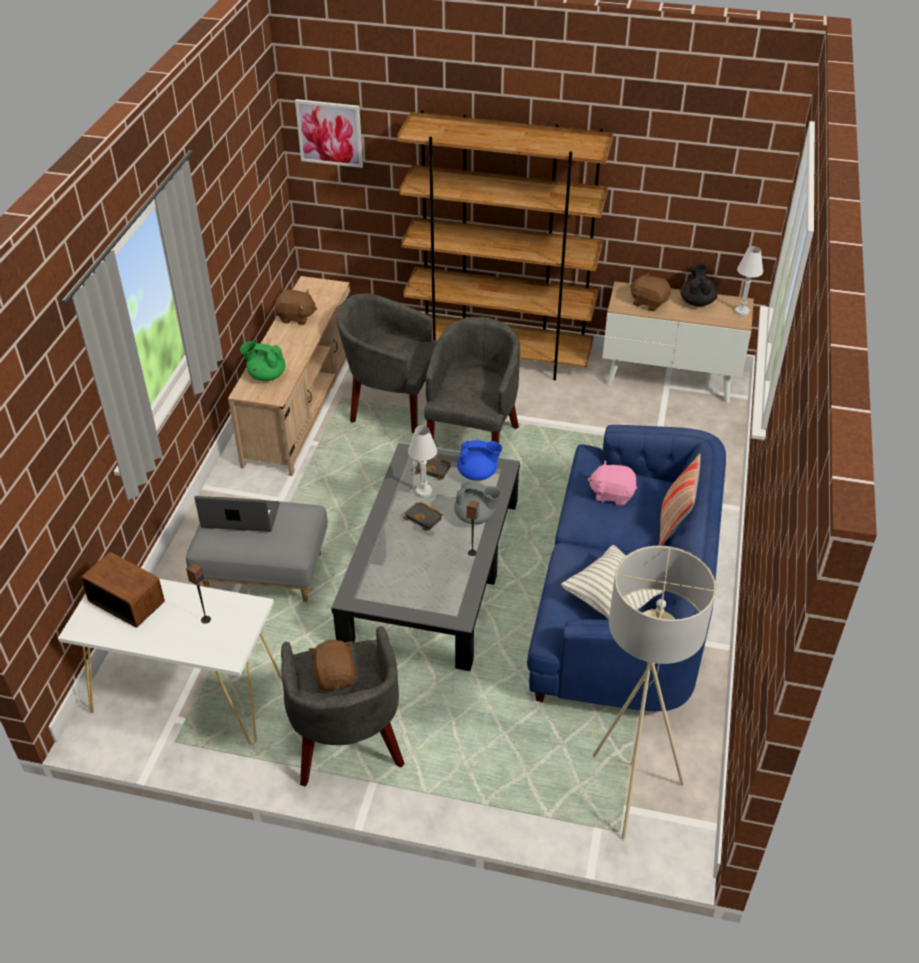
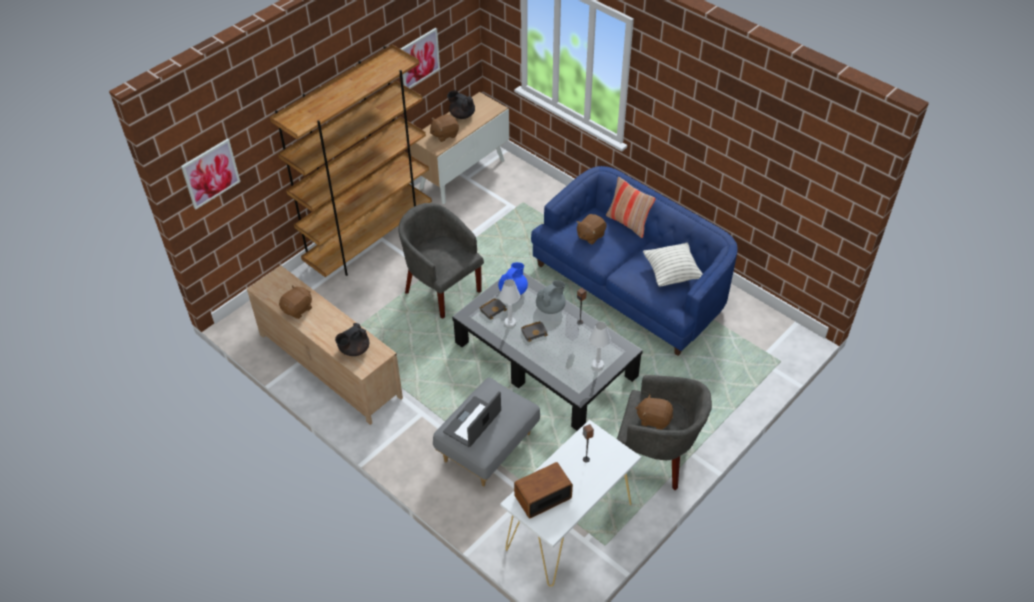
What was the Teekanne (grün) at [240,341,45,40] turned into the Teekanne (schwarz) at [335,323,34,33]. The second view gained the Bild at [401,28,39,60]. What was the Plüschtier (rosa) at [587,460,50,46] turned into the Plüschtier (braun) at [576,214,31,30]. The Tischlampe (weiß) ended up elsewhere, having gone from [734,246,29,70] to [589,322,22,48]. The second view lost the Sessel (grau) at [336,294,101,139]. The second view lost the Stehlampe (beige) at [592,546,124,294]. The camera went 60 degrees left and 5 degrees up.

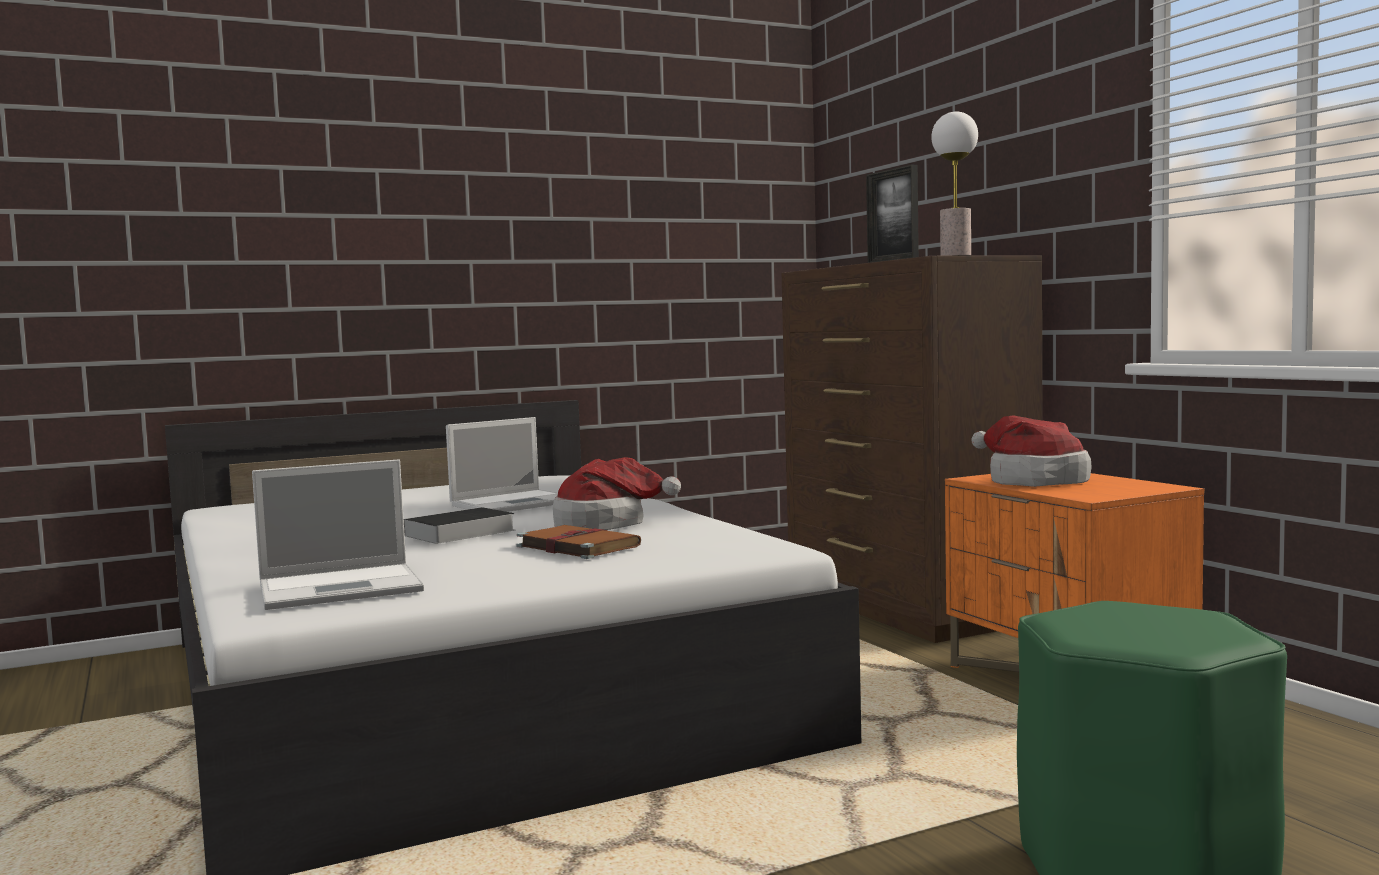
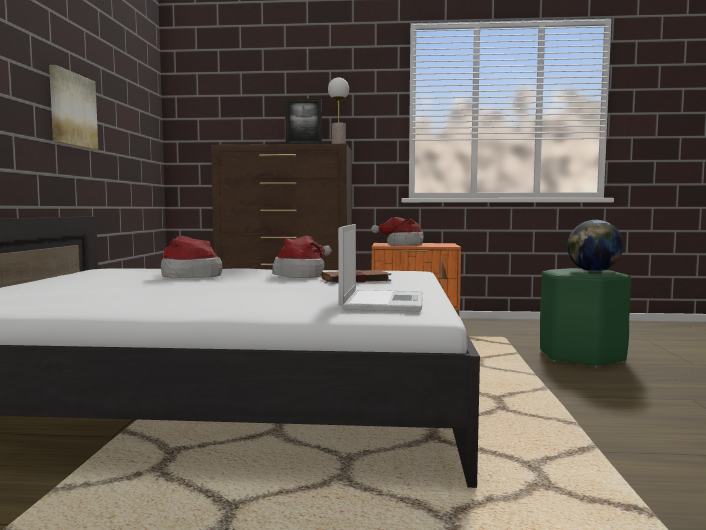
The second view gained the Bild at [49,65,49,85]. Where the Laptop stood at [446,417,112,95], the Hut came to stand at [161,236,61,42]. The second view gained the Globus at [567,220,56,52]. The second view lost the Buch at [404,507,111,37]. The camera went 60 degrees left and 0 degrees up.

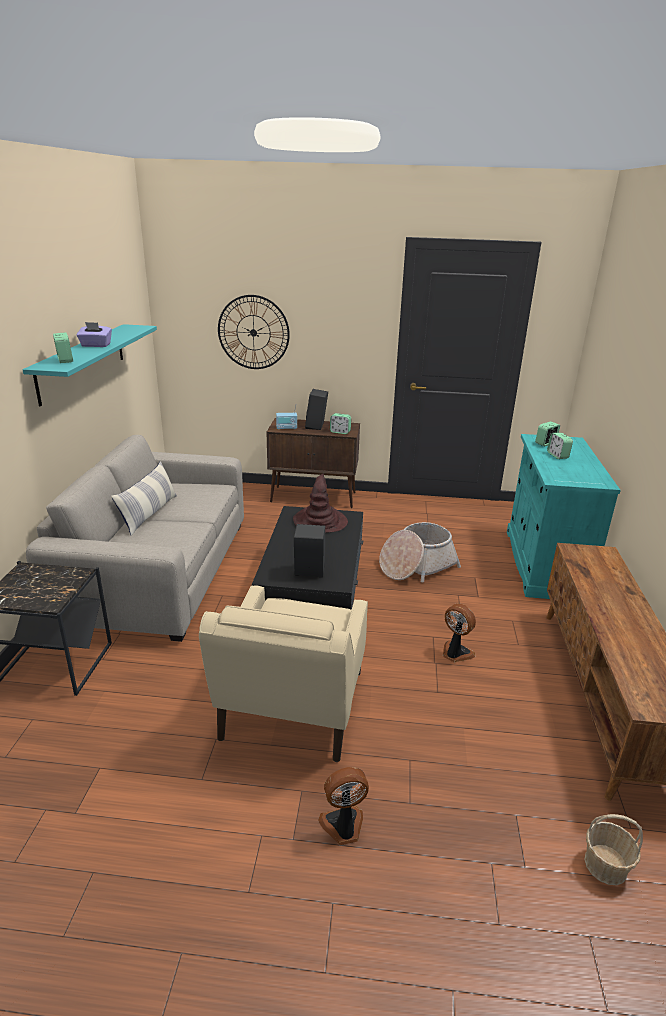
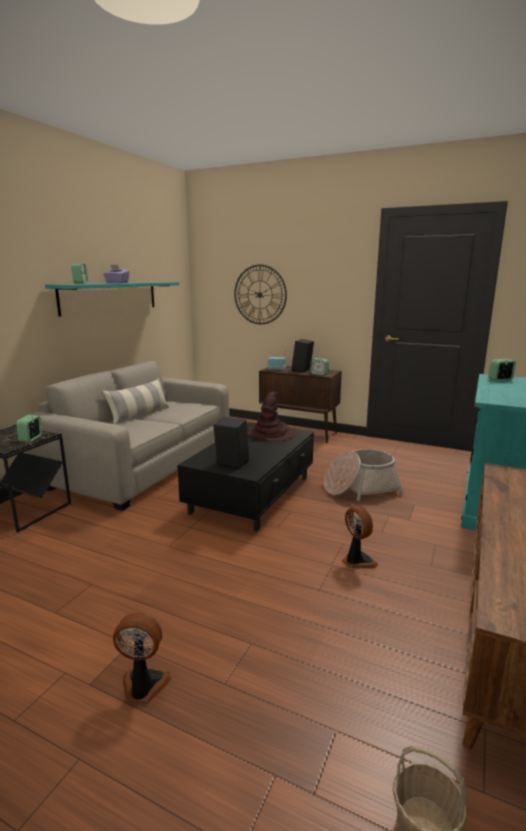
The Wecker ended up elsewhere, having gone from [547,433,26,26] to [16,415,26,27]. The second view lost the Sessel (beige) at [199,586,169,176]. The camera went 20 degrees right and 10 degrees down.

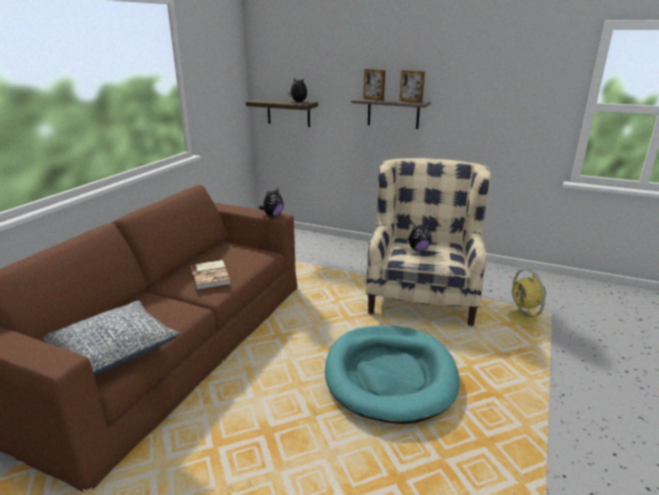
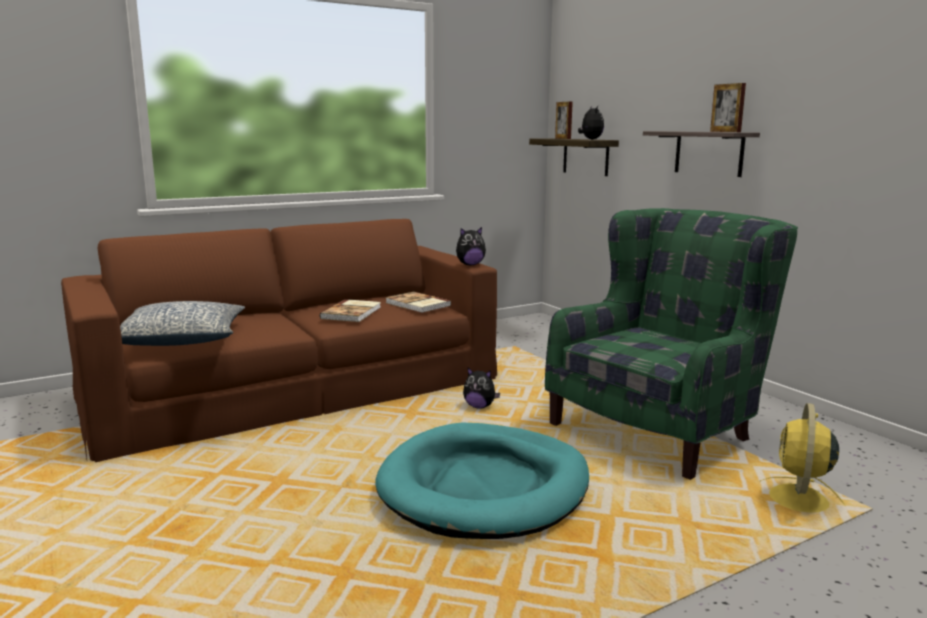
The second view gained the Buch at [385,291,66,22]. The Plüschtier ended up elsewhere, having gone from [408,223,24,28] to [463,368,37,41]. What was the Sessel (beige) at [366,158,124,168] turned into the Sessel (grün) at [545,208,253,272]. The Bilderrahmen ended up elsewhere, having gone from [363,69,22,32] to [555,101,18,38]. The camera went 35 degrees right and 10 degrees down.

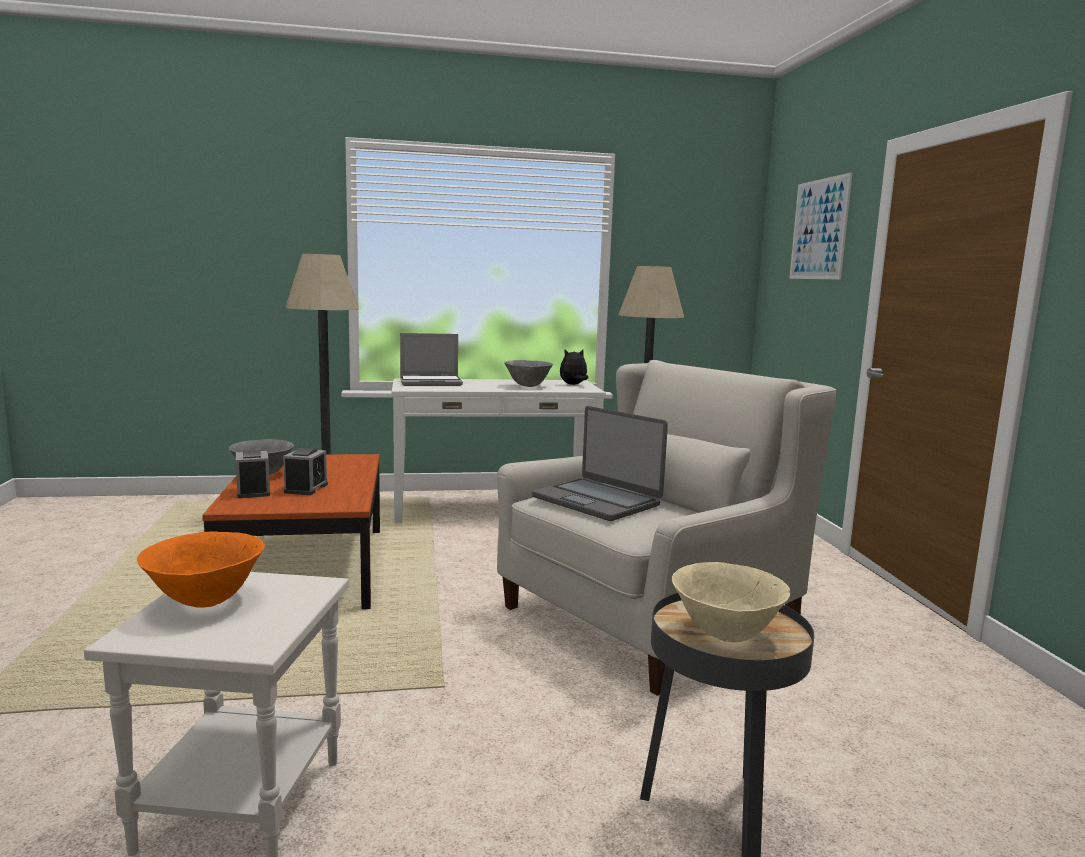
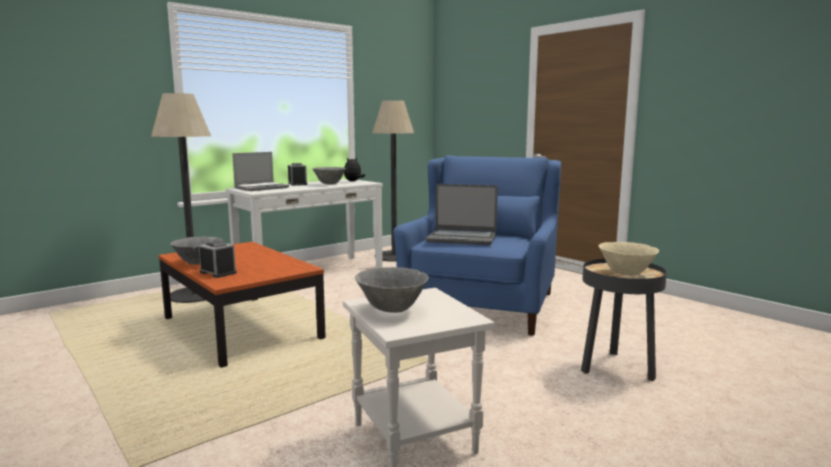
The Wecker ended up elsewhere, having gone from [283,448,45,47] to [288,163,19,23]. What was the Schüssel (orange) at [137,532,128,76] turned into the Schüssel (grau) at [355,267,74,46]. What was the Sessel (weiß) at [497,360,339,336] turned into the Sessel (blau) at [393,155,168,181]. The second view lost the Bild at [789,173,63,107]. The camera went 30 degrees left and 0 degrees up.

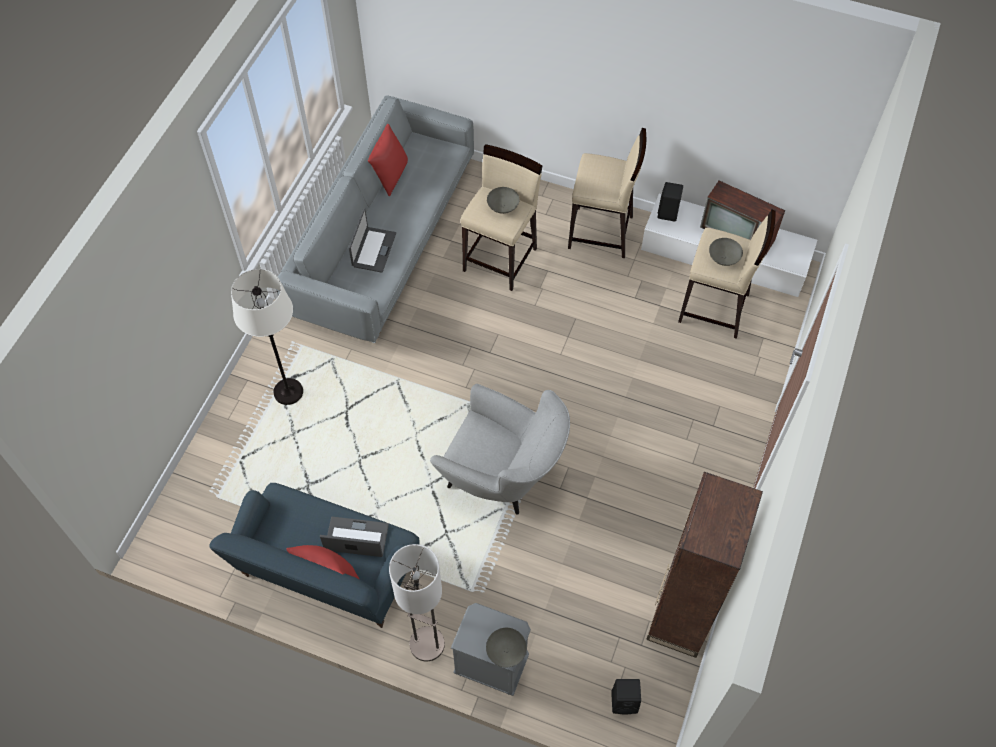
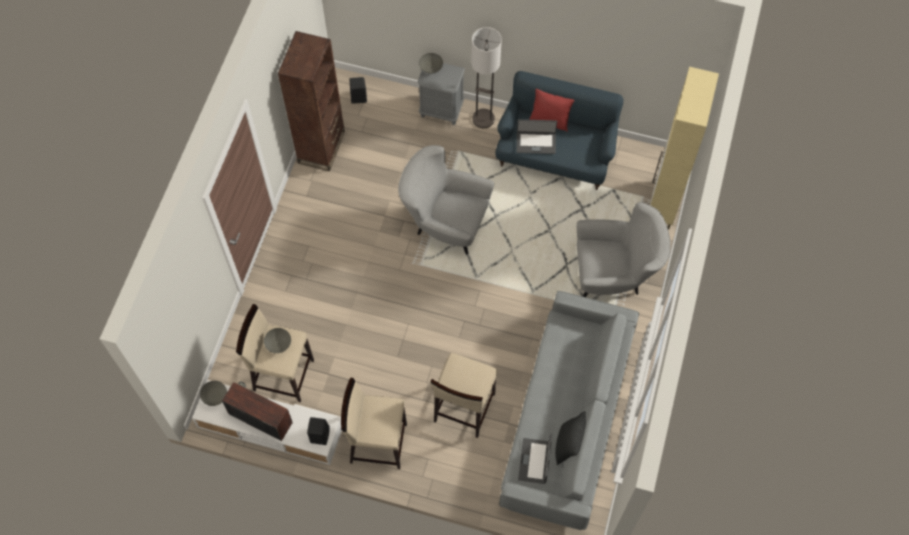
The Schüssel (grau) ended up elsewhere, having gone from [487,187,32,27] to [200,381,27,25]. The Laptop ended up elsewhere, having gone from [349,208,47,65] to [518,434,34,50]. What was the Kissen (rot) at [368,124,40,73] turned into the Kissen (schwarz) at [555,411,31,54]. Where the Stehlampe (weiß) stood at [231,269,72,136], the Sessel (grau) came to stand at [577,202,94,95]. The second view gained the Schrank (beige) at [650,67,69,162]. The camera went 175 degrees right and 5 degrees up.

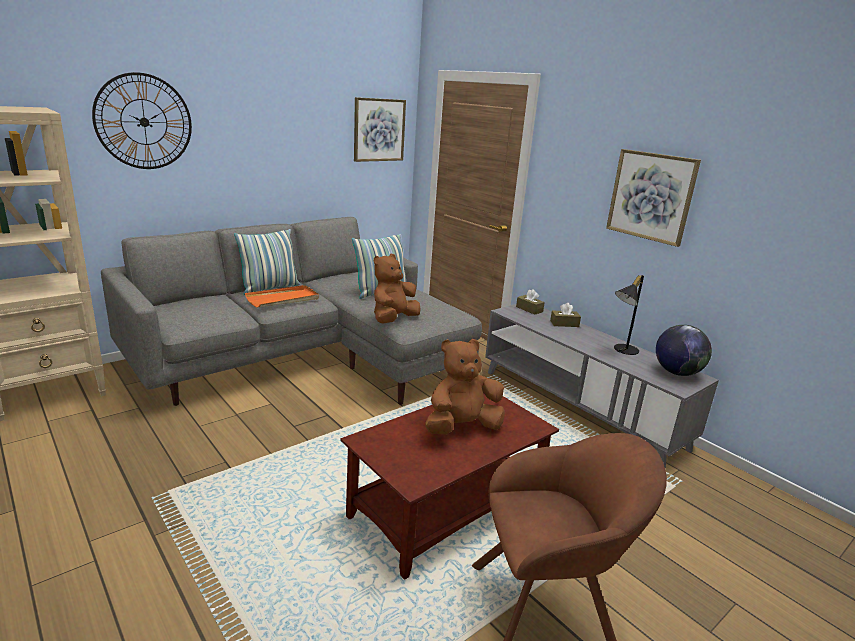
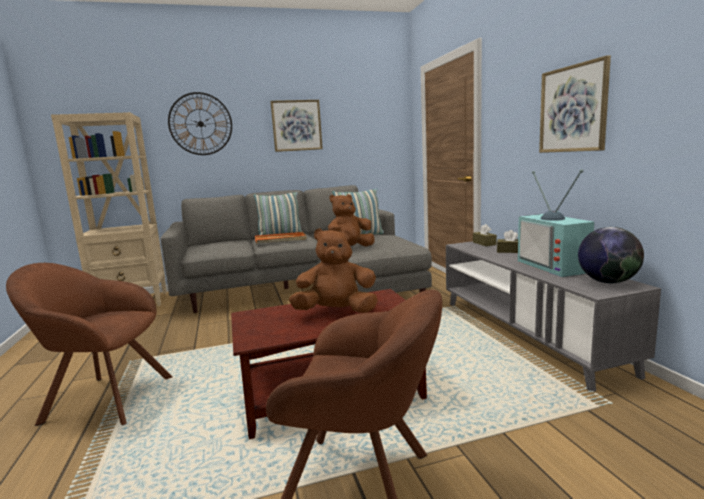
The second view gained the Sessel (braun) at [6,263,167,163]. The Bild ended up elsewhere, having gone from [354,97,52,65] to [270,100,53,52]. Where the Tischlampe (schwarz) stood at [614,275,30,80], the Fernseher came to stand at [518,169,77,108]. The camera went 25 degrees right and 10 degrees down.

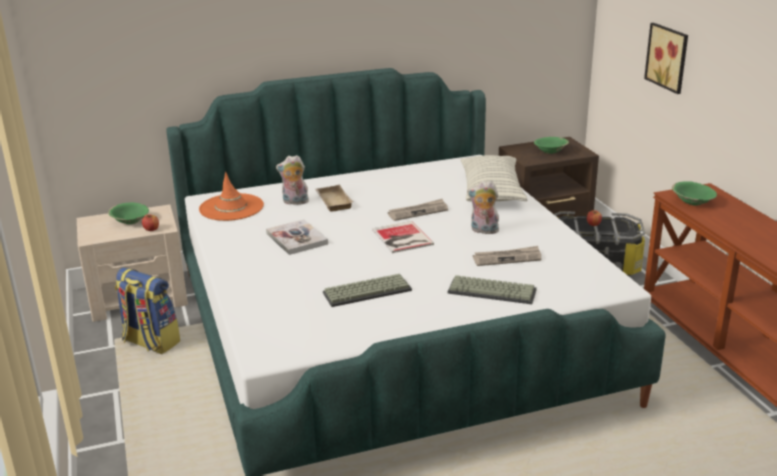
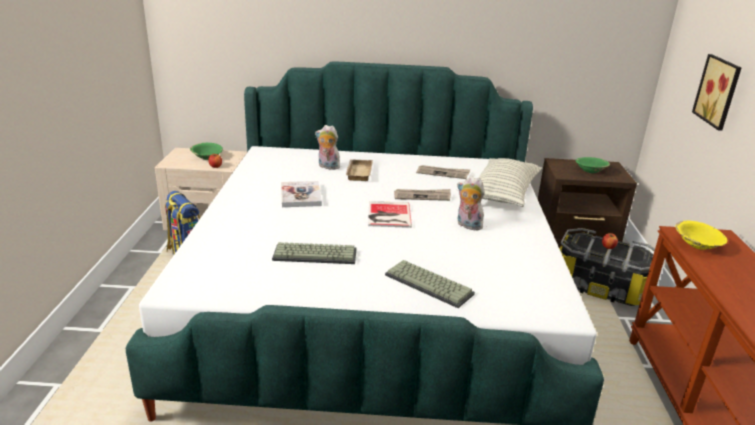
The Zeitung ended up elsewhere, having gone from [473,246,68,20] to [416,165,54,14]. What was the Schüssel (grün) at [672,181,45,25] turned into the Schüssel (gelb) at [675,221,52,29]. The second view lost the Hut (orange) at [199,172,65,49]. The camera went 20 degrees right and 0 degrees up.

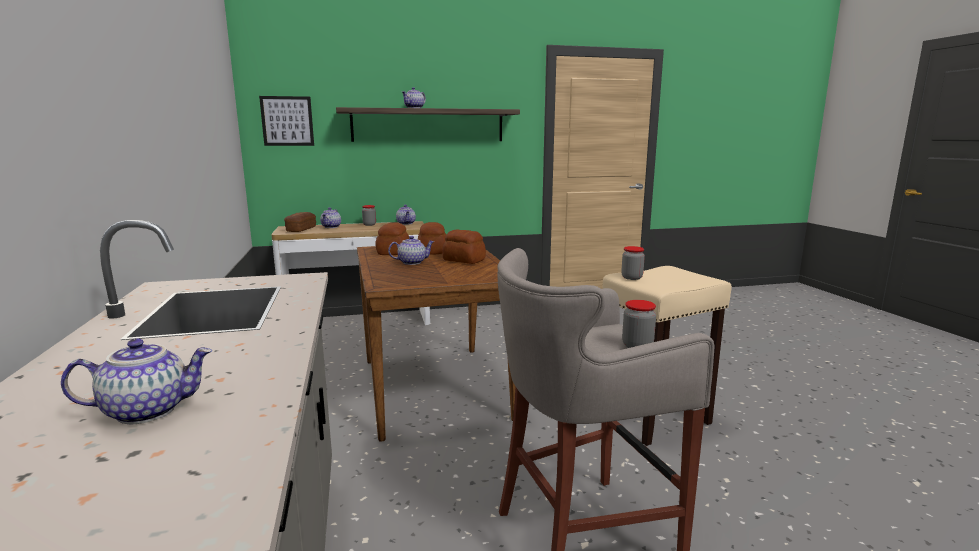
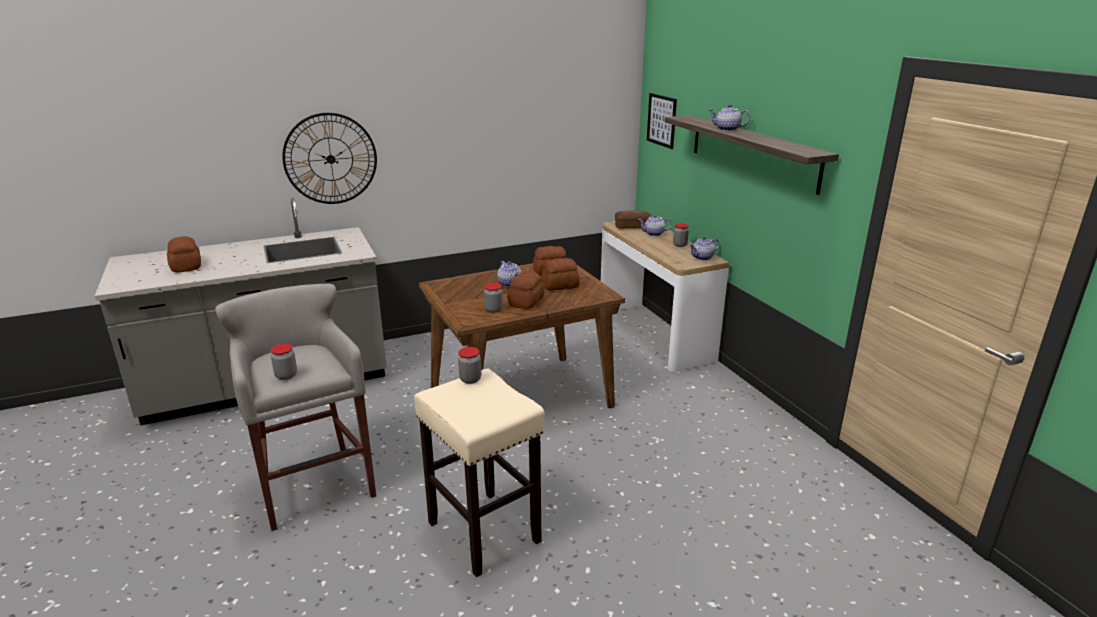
Where the Teekanne stood at [61,338,152,86], the Brot came to stand at [167,236,34,37]. The second view gained the Wanduhr at [282,113,95,91]. The second view gained the Vorratsglas at [484,283,19,30]. The camera went 80 degrees right and 10 degrees up.

